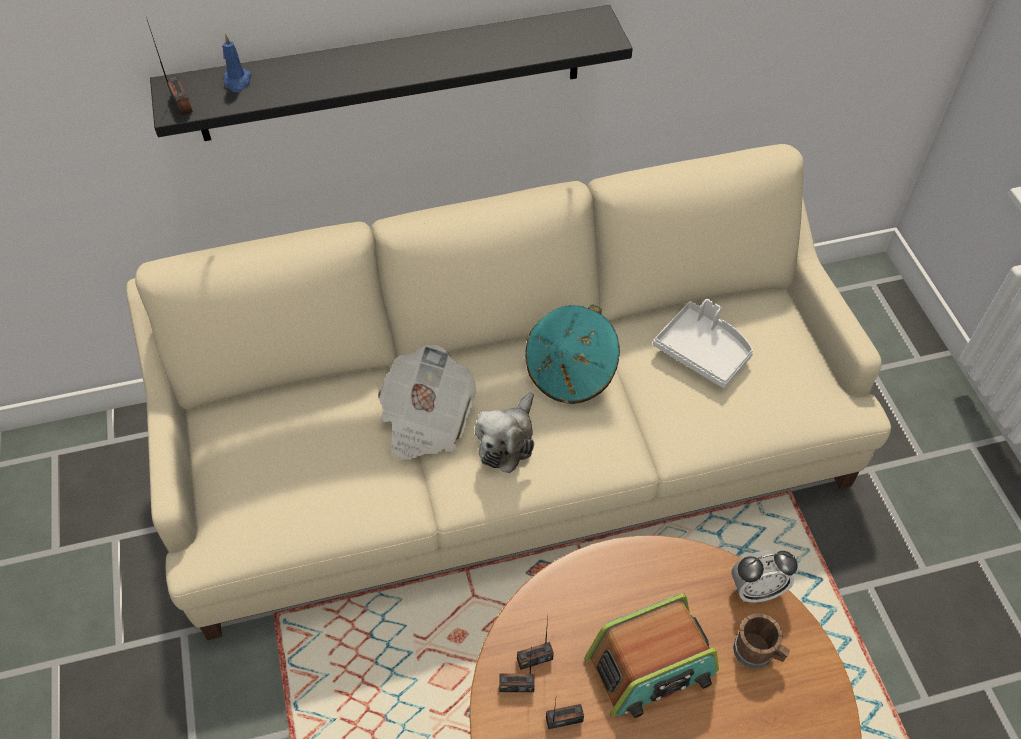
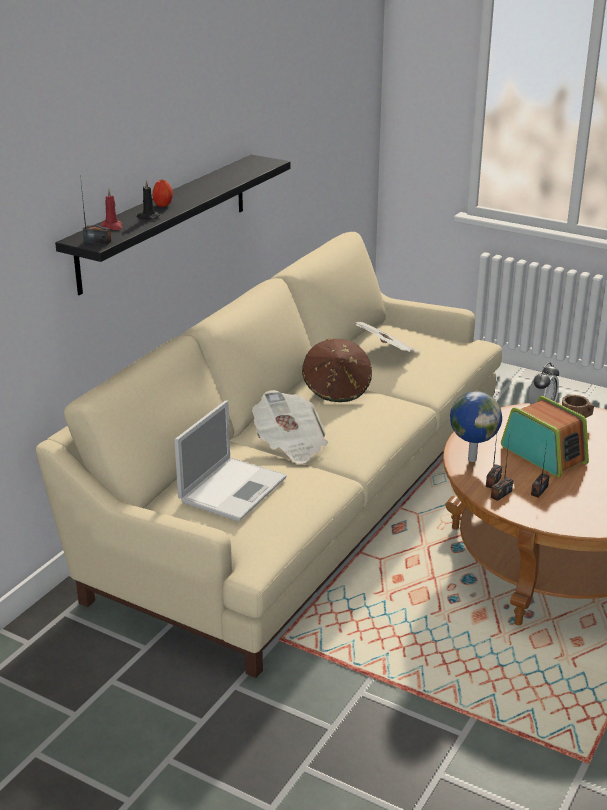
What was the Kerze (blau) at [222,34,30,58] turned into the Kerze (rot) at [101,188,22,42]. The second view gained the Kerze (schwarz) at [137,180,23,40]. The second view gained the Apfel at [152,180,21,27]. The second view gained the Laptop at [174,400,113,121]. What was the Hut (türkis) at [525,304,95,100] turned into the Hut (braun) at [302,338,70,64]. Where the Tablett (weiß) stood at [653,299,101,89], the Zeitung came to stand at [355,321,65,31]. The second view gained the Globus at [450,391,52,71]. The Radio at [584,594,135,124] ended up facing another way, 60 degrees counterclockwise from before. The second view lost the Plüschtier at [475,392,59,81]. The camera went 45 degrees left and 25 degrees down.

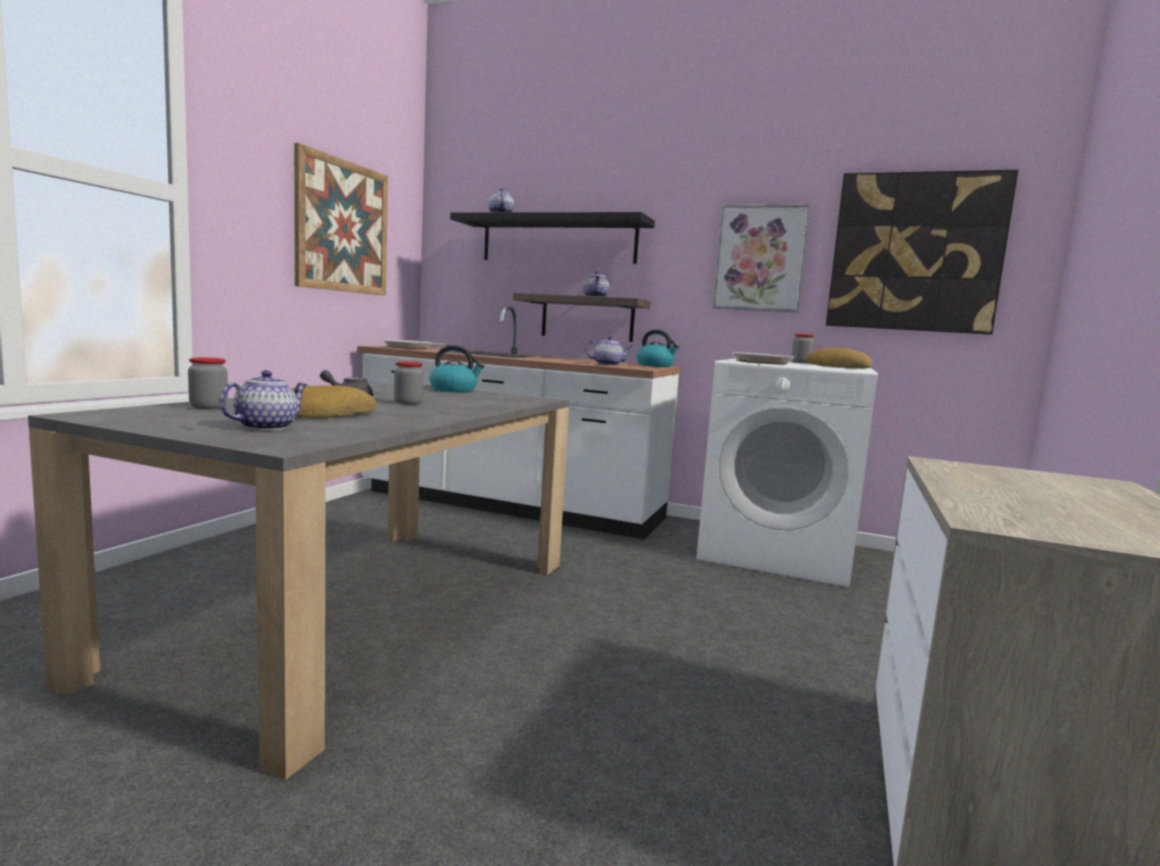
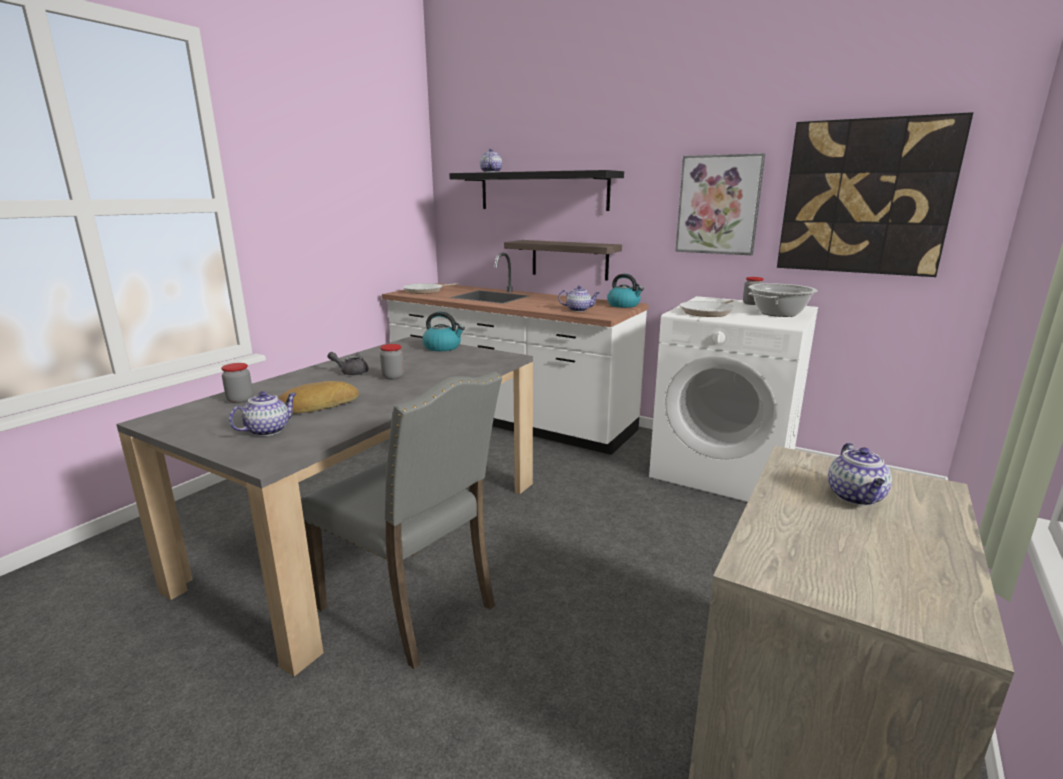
The second view gained the Stuhl (grau) at [301,372,201,297]. Where the Brot stood at [806,348,66,21], the Kochtopf came to stand at [748,283,70,34]. The Teekanne ended up elsewhere, having gone from [583,271,27,26] to [828,443,64,63]. The second view lost the Bild at [294,143,94,153]. The camera went 10 degrees right and 10 degrees up.

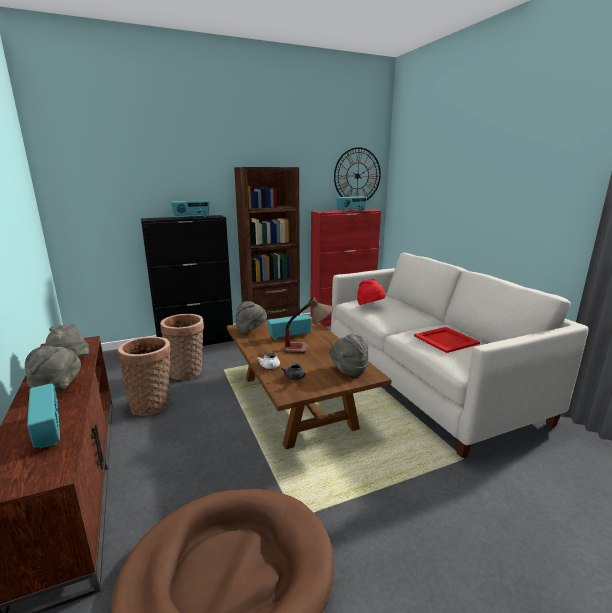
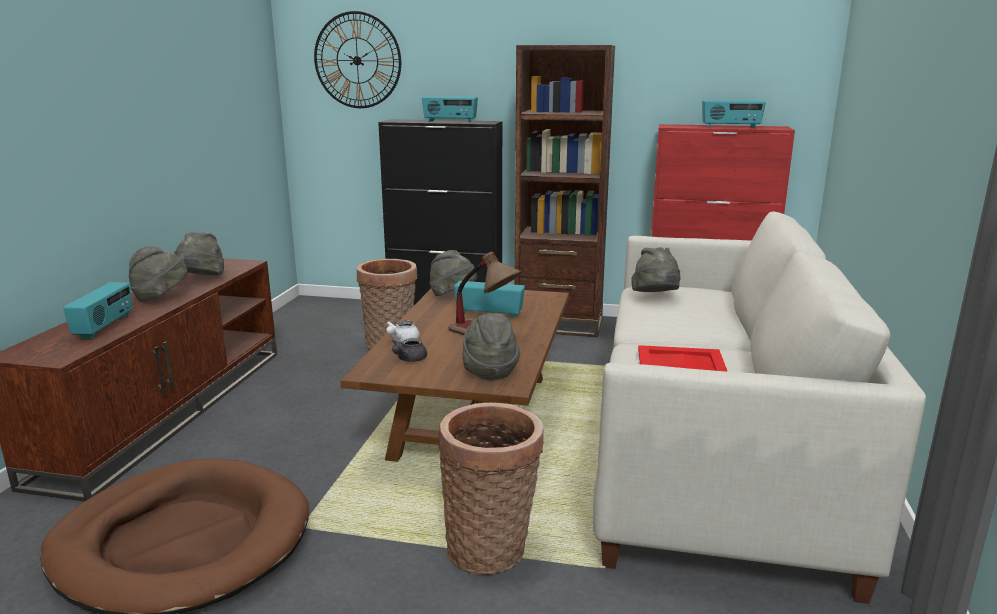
The Wanduhr ended up elsewhere, having gone from [334,147,47,53] to [314,11,87,97]. The Korb ended up elsewhere, having gone from [118,336,53,80] to [438,403,106,172]. What was the Hut (rot) at [357,279,29,26] turned into the Hut (grau) at [631,247,49,45]. The camera went 35 degrees right and 0 degrees up.

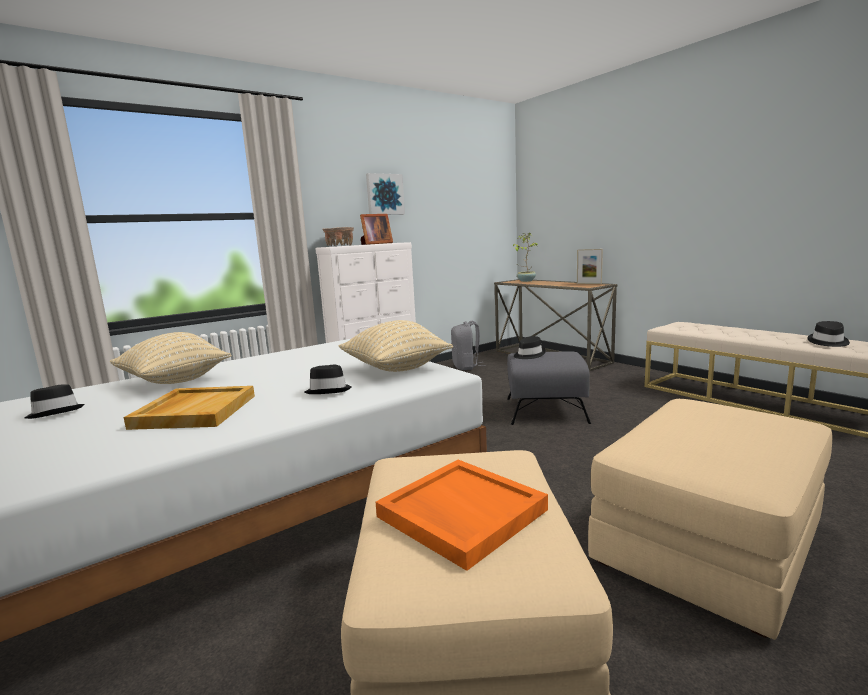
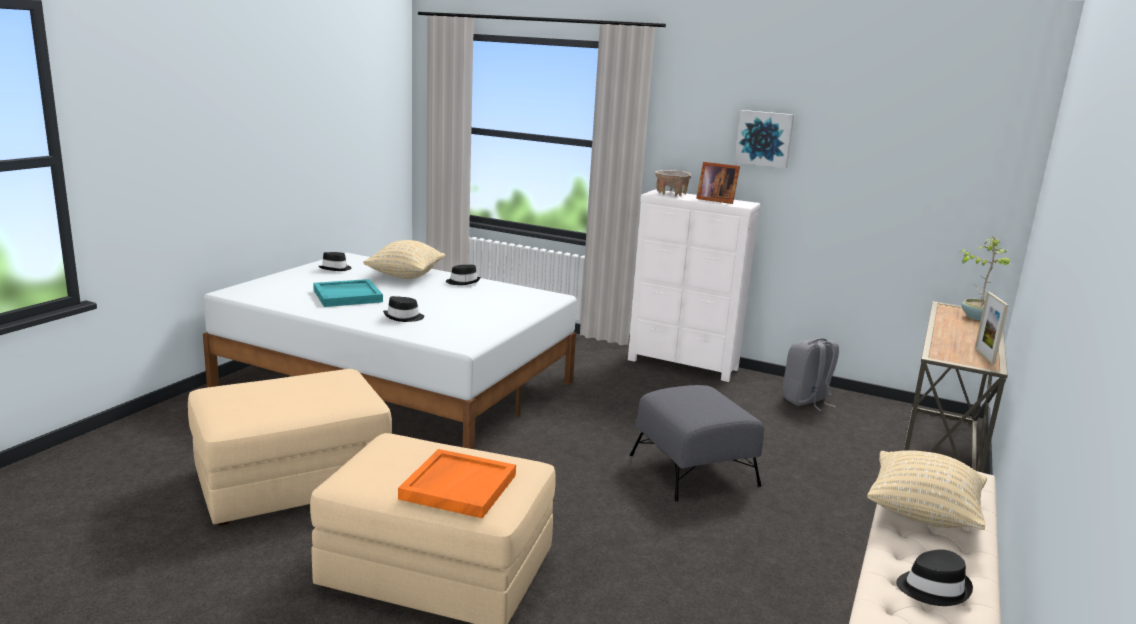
What was the Tablett (beige) at [123,386,132,44] turned into the Tablett (türkis) at [313,279,70,28]. The Tablett (orange) ended up elsewhere, having gone from [376,460,172,111] to [398,449,118,69]. The Hut (schwarz) ended up elsewhere, having gone from [514,336,32,23] to [446,265,35,20]. The Kissen (beige) ended up elsewhere, having gone from [339,320,114,52] to [867,450,120,80]. The camera went 60 degrees right and 5 degrees up.

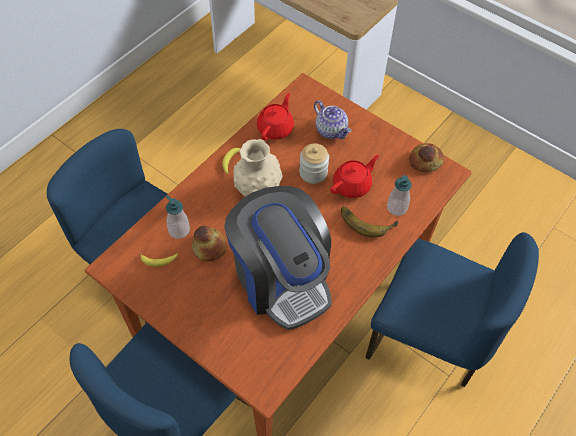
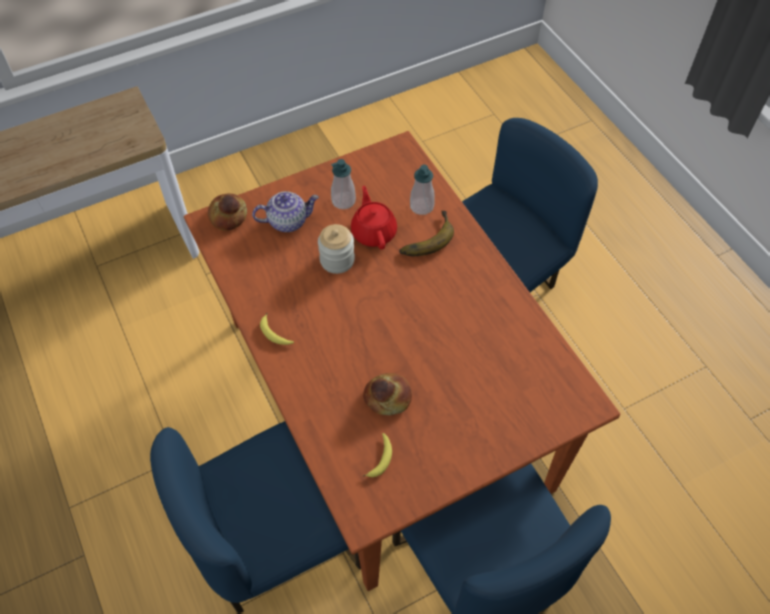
The Brot ended up elsewhere, having gone from [409,143,35,29] to [208,194,39,37]. The Seifenspender ended up elsewhere, having gone from [166,195,24,44] to [331,159,25,50]. The second view lost the Kaffeemaschine at [224,186,107,144]. The second view lost the Vase (beige) at [233,139,50,58]. The second view lost the Teekanne (rot) at [257,93,37,47]. The camera went 65 degrees left and 0 degrees up.

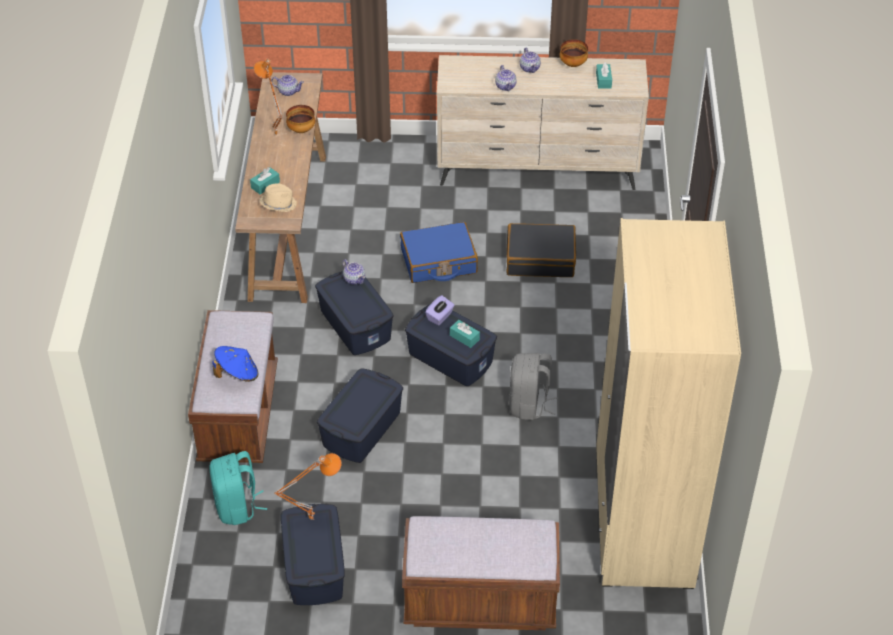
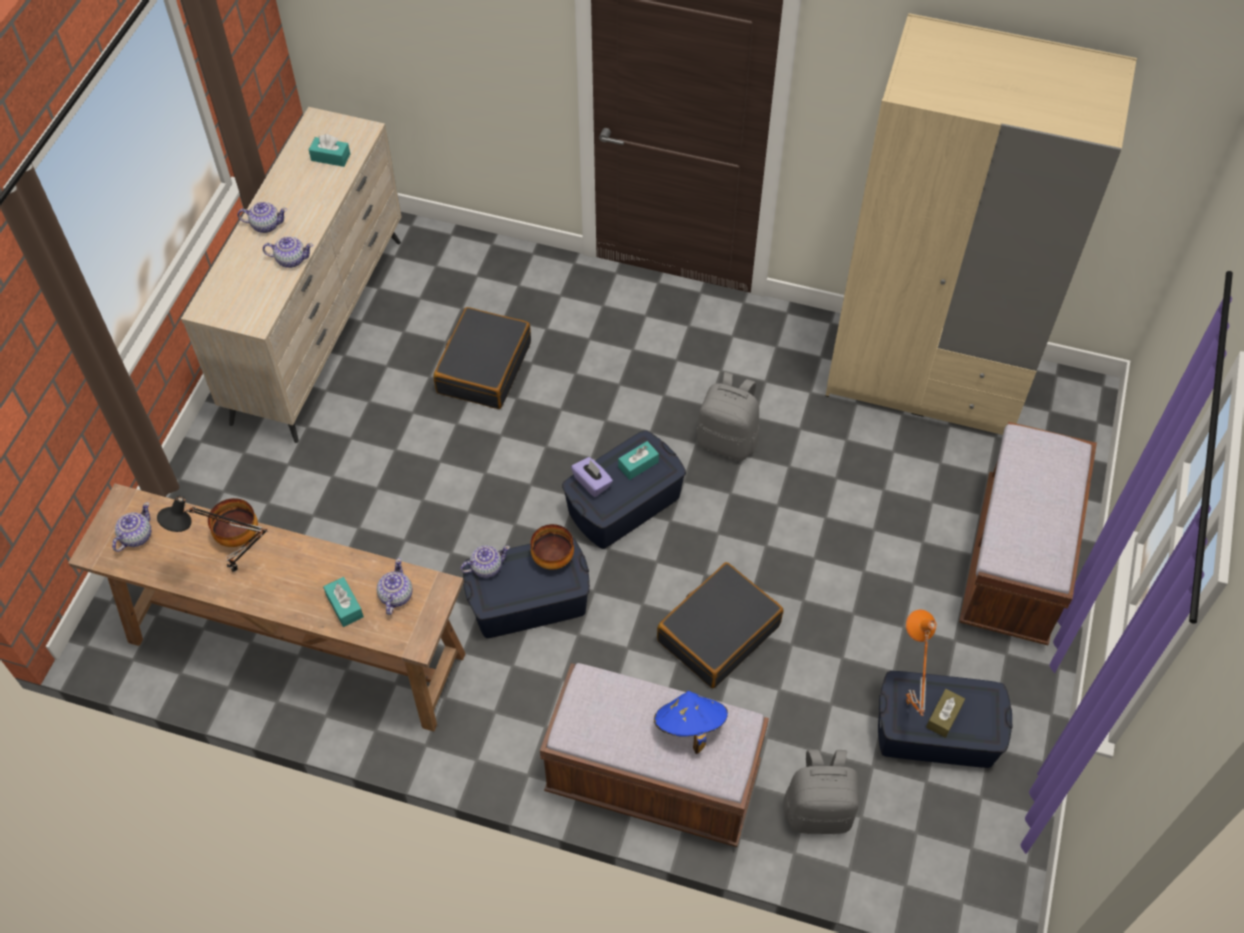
What was the Tischlampe (orange) at [253,59,29,76] turned into the Tischlampe (schwarz) at [157,496,111,76]. Where the Hut (beige) stood at [260,183,37,29], the Teekanne came to stand at [377,558,36,57]. The Schüssel ended up elsewhere, having gone from [560,39,28,28] to [531,524,43,46]. Where the Aufbewahrungsbox (blau) stood at [317,369,86,94], the Koffer (schwarz) came to stand at [657,562,126,126]. What was the Rucksack (türkis) at [209,451,58,74] turned into the Rucksack (grau) at [783,749,76,85]. The second view gained the Taschentuchbox (braun) at [926,689,39,49]. The second view lost the Koffer (blau) at [400,222,78,61]. The camera went 75 degrees left and 10 degrees up.

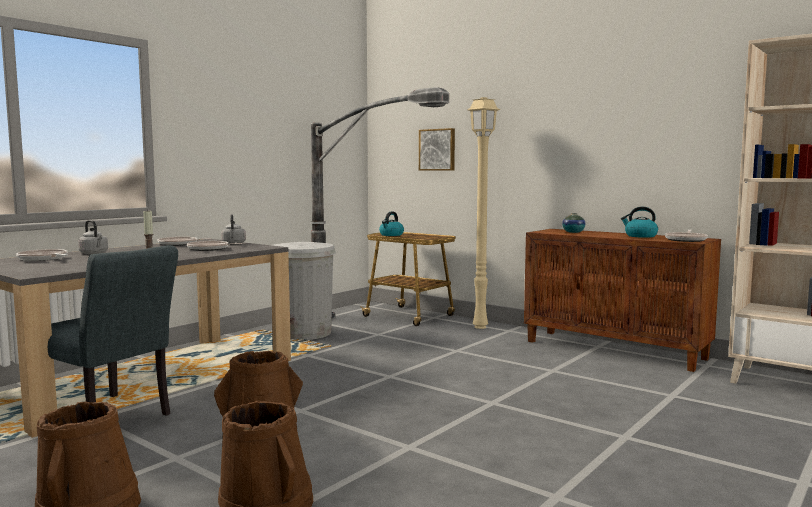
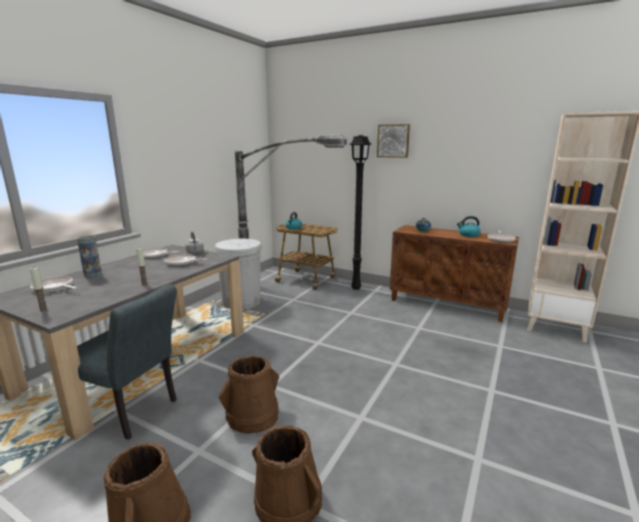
The second view gained the Kerze at [30,267,19,45]. Where the Wasserkessel (grau) stood at [78,220,30,34], the Vase came to stand at [77,236,25,42]. What was the Stehlampe (beige) at [467,97,33,232] turned into the Stehlampe (schwarz) at [350,135,21,155]. The Bild ended up elsewhere, having gone from [419,128,36,43] to [377,124,33,34]. The camera went 10 degrees left and 10 degrees up.

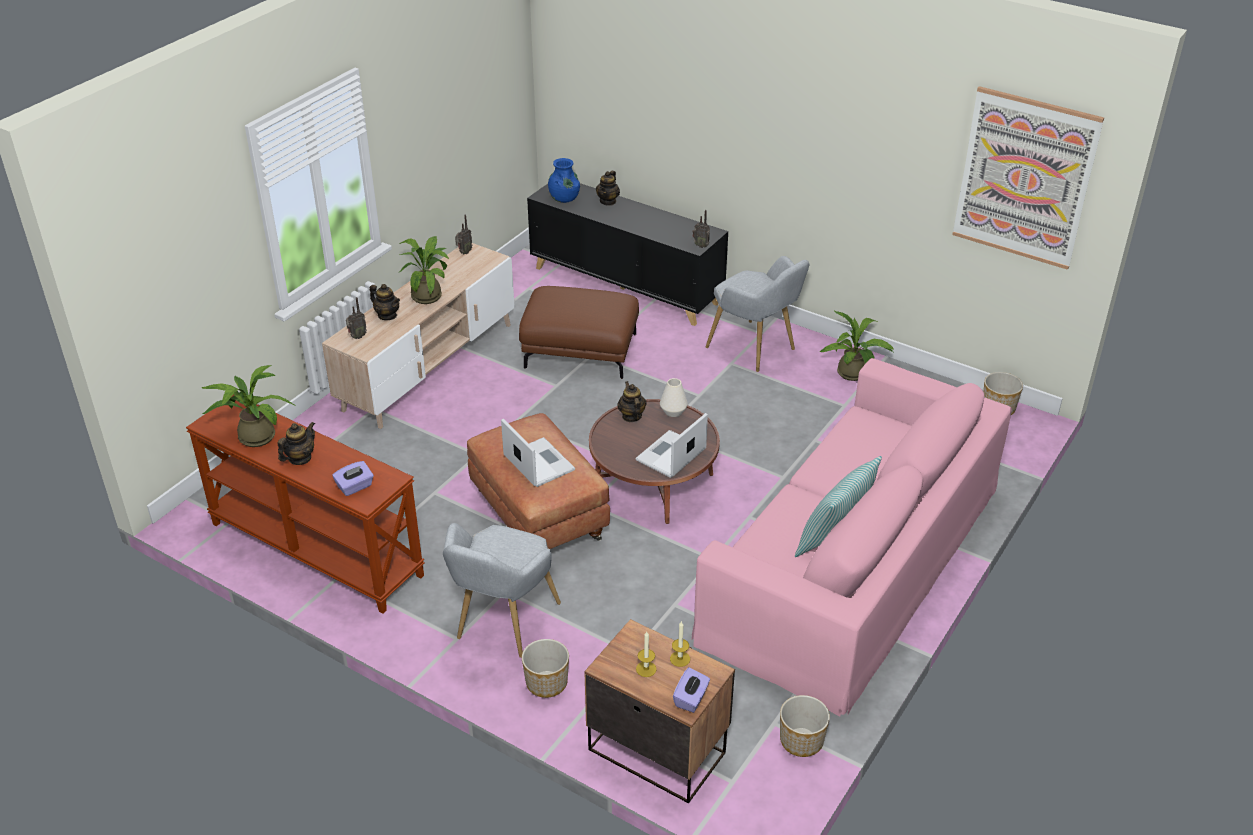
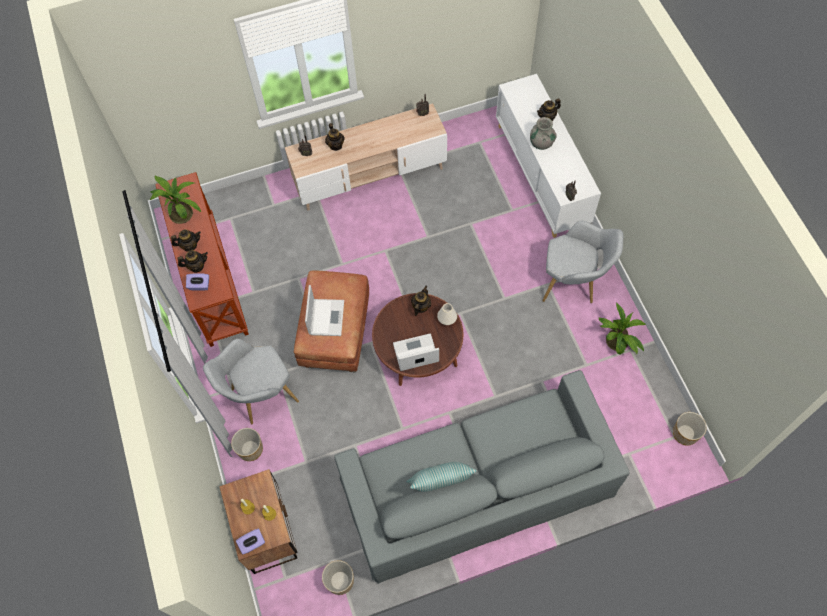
The second view gained the Teekanne at [177,250,31,23]. What was the Sofa (rosa) at [691,358,321,358] turned into the Sofa (grau) at [334,370,296,214]. What was the Schrank (schwarz) at [527,183,201,143] turned into the Schrank (weiß) at [496,74,105,164]. The second view gained the Vase (grau) at [530,117,27,33]. The Sessel (grau) at [706,256,103,116] ended up facing another way, 75 degrees counterclockwise from before. The second view lost the Topfpflanze at [399,236,50,68]. The second view lost the Polsterhocker (braun) at [519,286,120,93]. The second view lost the Vase (blau) at [548,158,32,45]. The second view lost the Bild at [952,86,152,184]. The camera went 40 degrees right and 25 degrees up.

